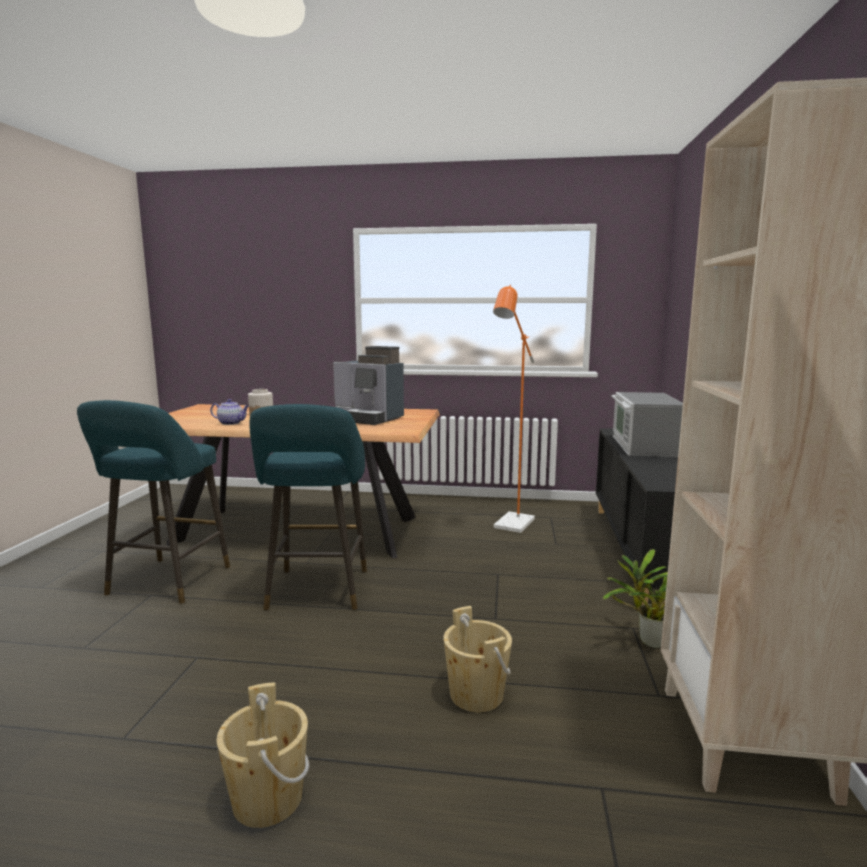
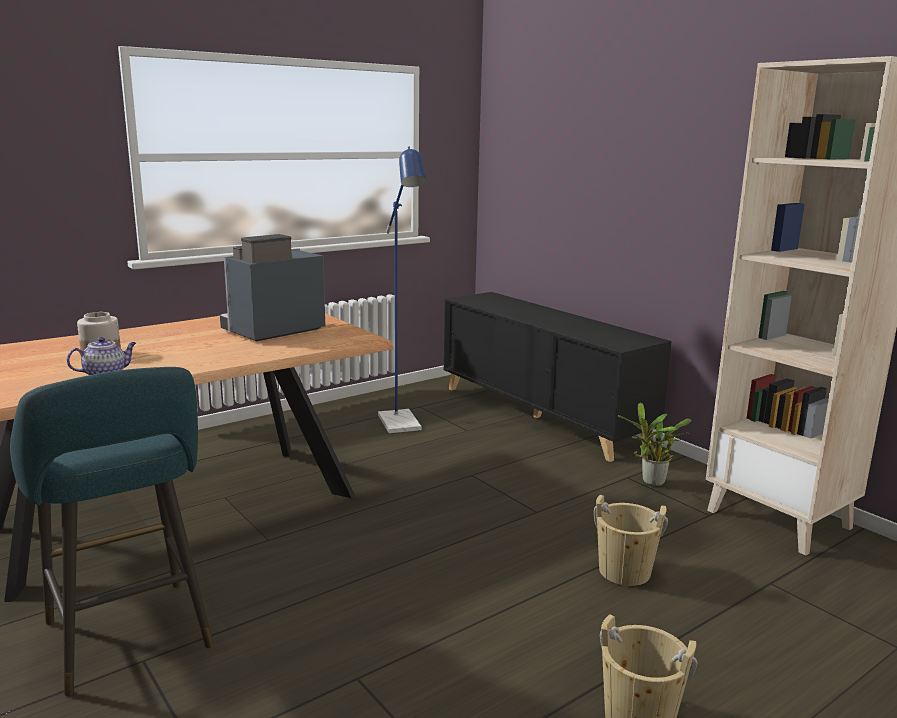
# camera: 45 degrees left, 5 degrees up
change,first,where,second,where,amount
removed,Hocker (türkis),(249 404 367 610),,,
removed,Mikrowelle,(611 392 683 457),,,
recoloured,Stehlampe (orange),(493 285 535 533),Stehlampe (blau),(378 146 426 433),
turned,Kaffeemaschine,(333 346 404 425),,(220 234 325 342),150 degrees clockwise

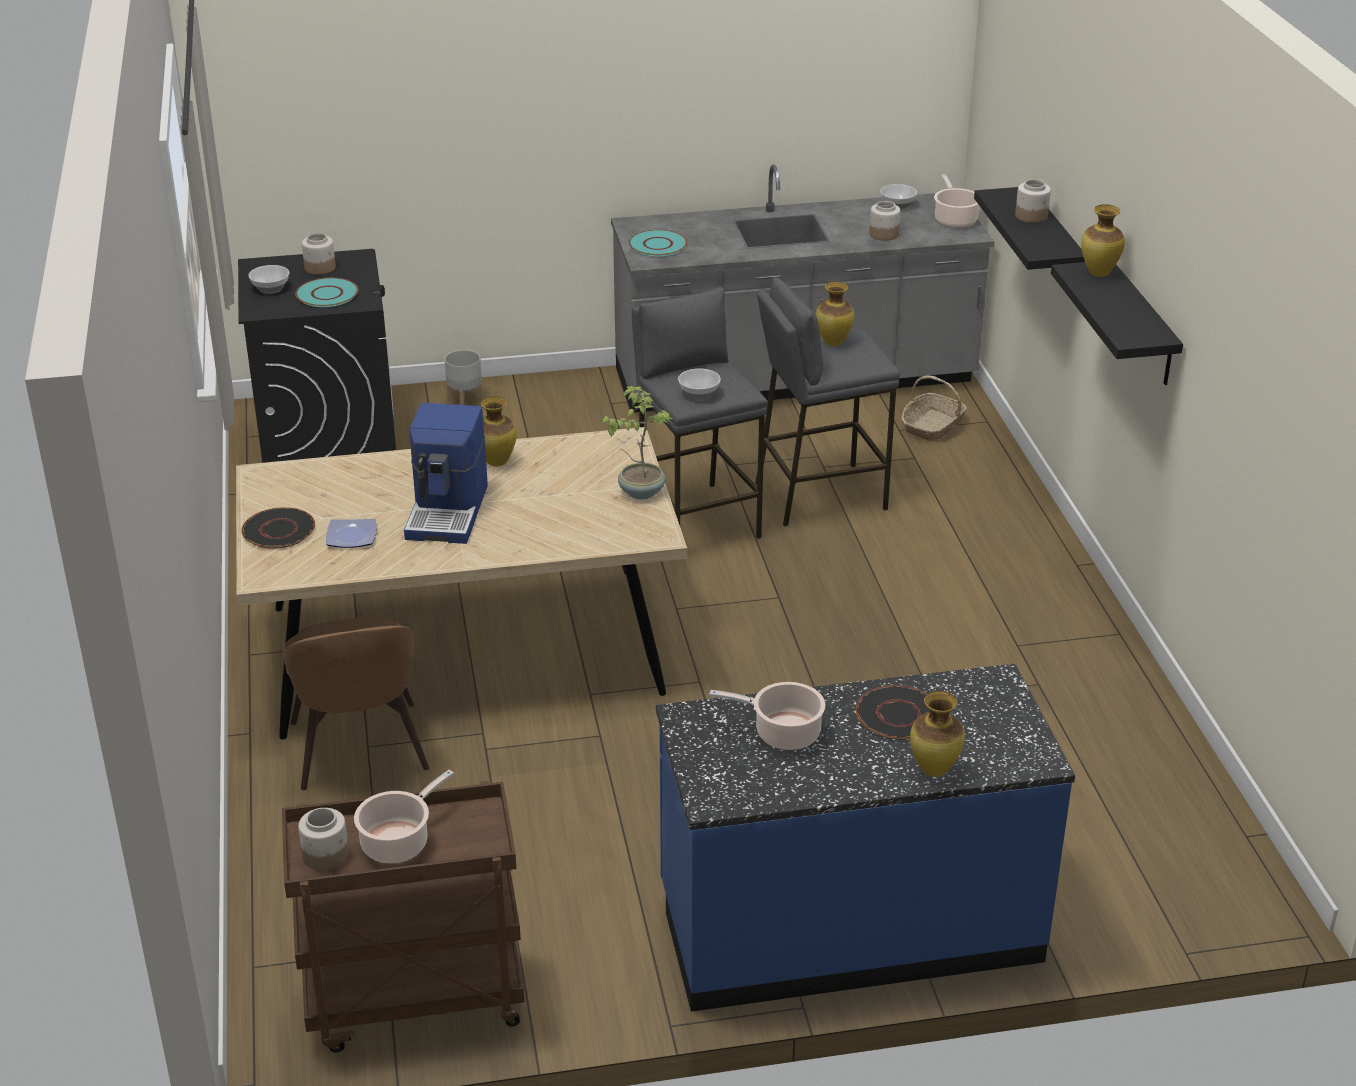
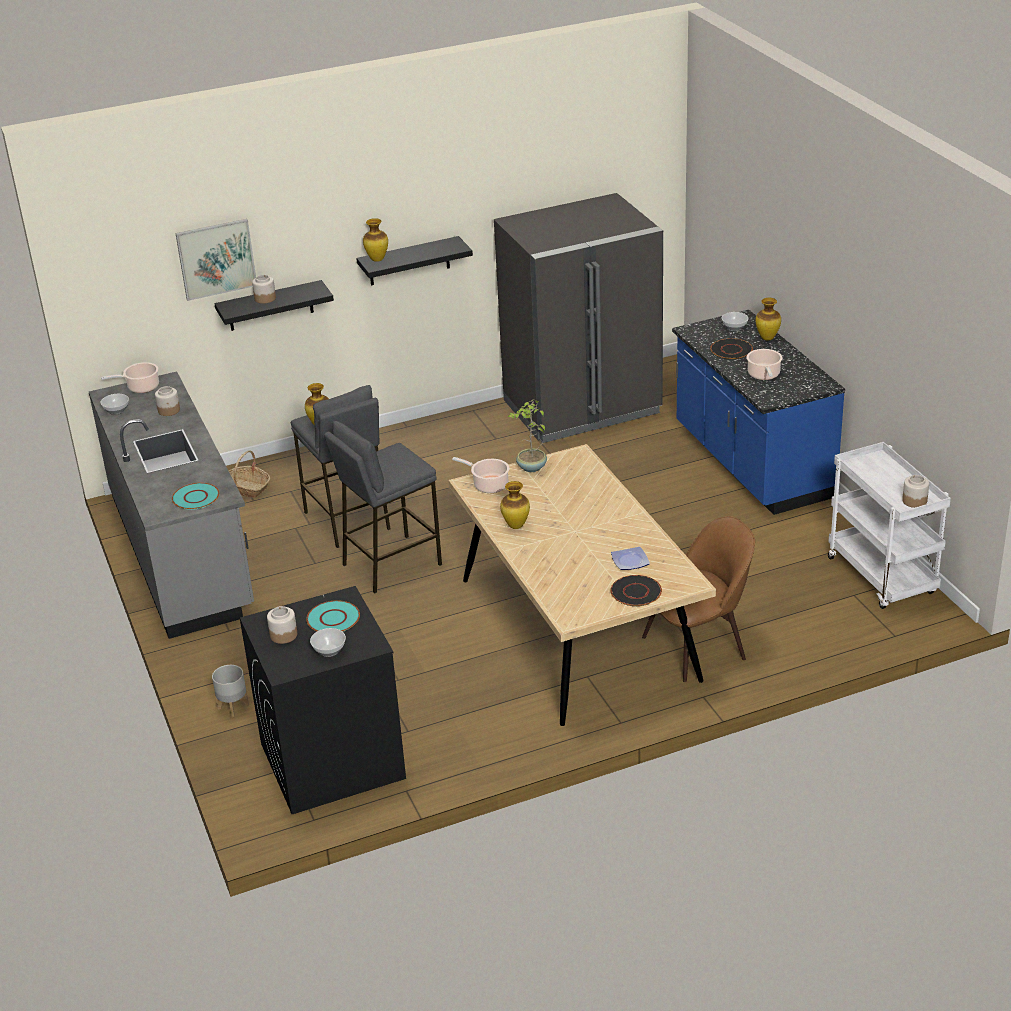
# camera: 100 degrees left, 0 degrees up
change,first,where,second,where,amount
removed,Kaffeemaschine,(404 403 488 544),,,
added,,,Bild,(175 219 256 301),
added,,,Kühlschrank (grau),(494 193 663 443),
moved,Kochtopf,(354 770 454 863),,(452 457 509 493),
moved,Schüssel,(678 368 721 400),,(722 312 748 331),
recoloured,Rollwagen (braun),(282 781 524 1052),Rollwagen (weiß),(828 442 951 609),

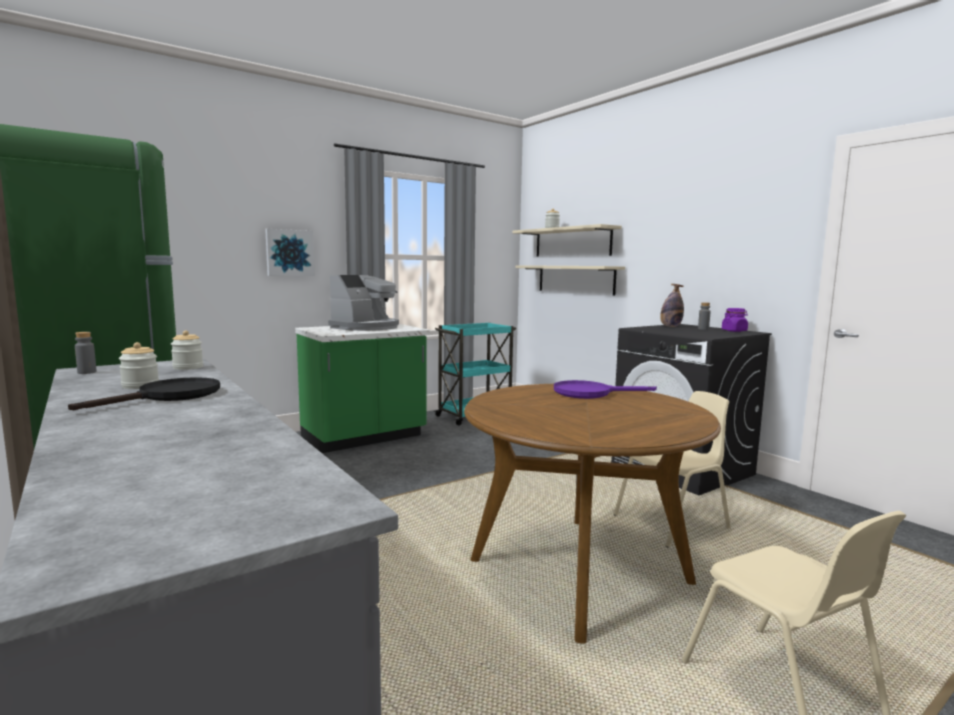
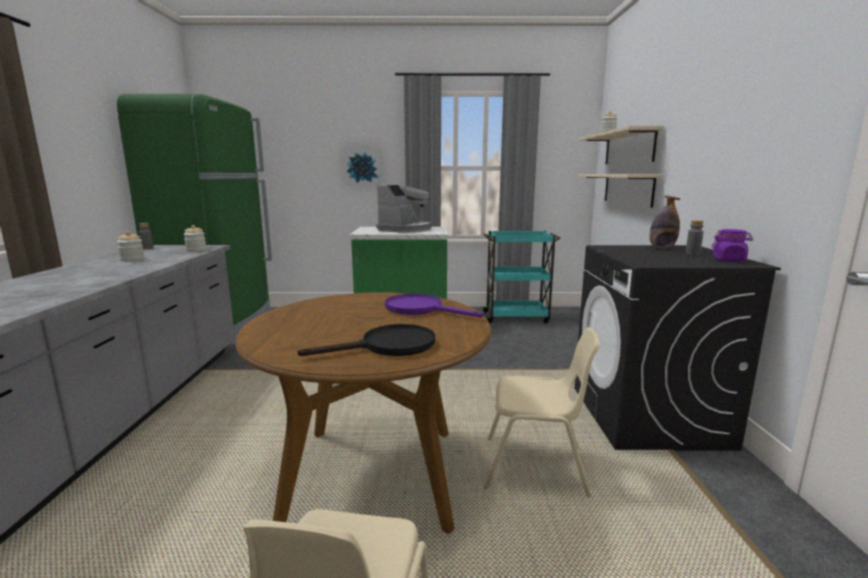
# camera: 35 degrees right, 5 degrees up
change,first,where,second,where,amount
moved,Pfanne (schwarz),(68 377 220 410),,(298 324 435 356),
turned,Kaffeemaschine,(328 275 399 331),,(376 185 432 232),45 degrees counterclockwise

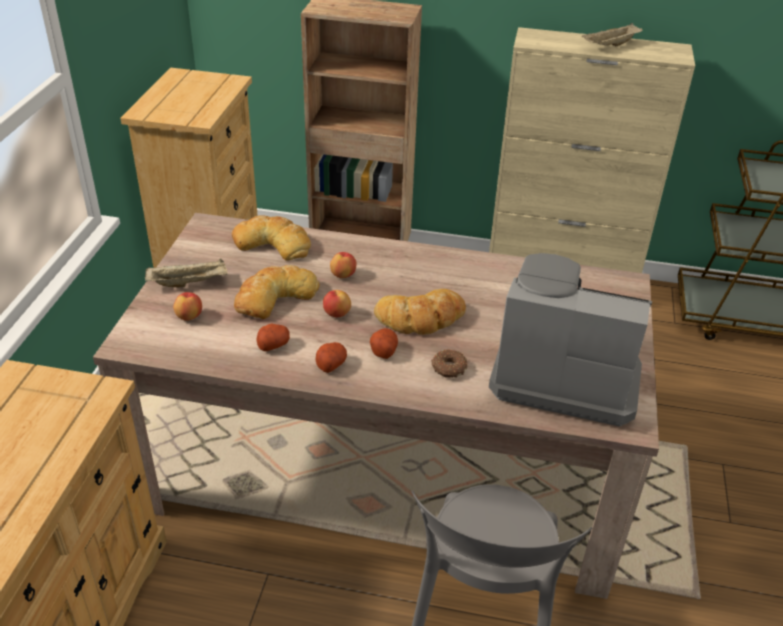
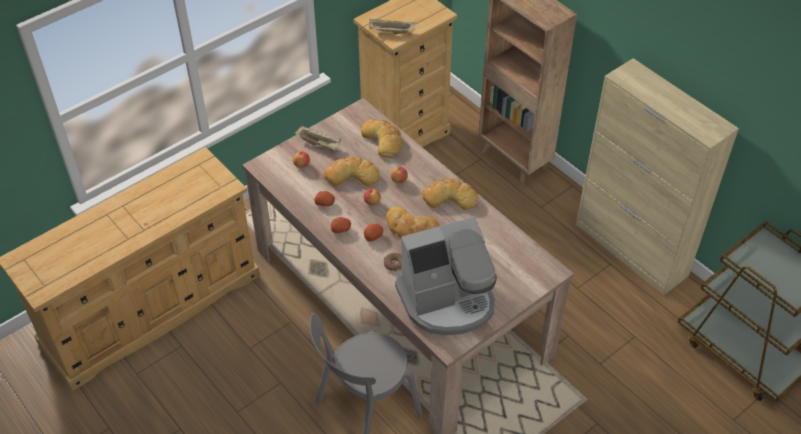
# camera: 40 degrees right, 10 degrees up
change,first,where,second,where,amount
added,,,Brot,(421 179 478 210),
moved,Tablett (beige),(582 23 643 46),,(369 19 415 34),
turned,Kaffeemaschine,(489 253 652 427),,(395 217 497 336),105 degrees clockwise

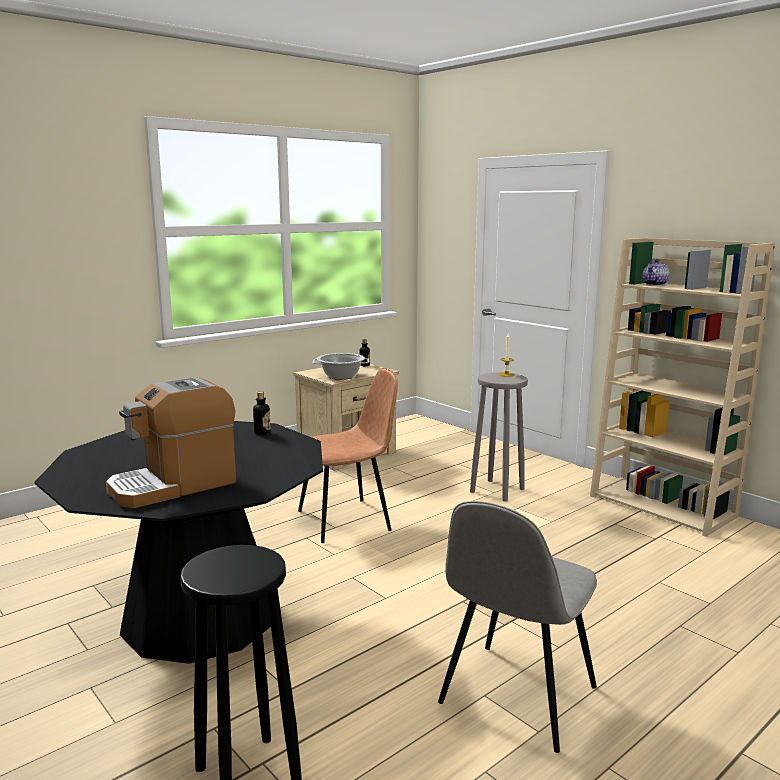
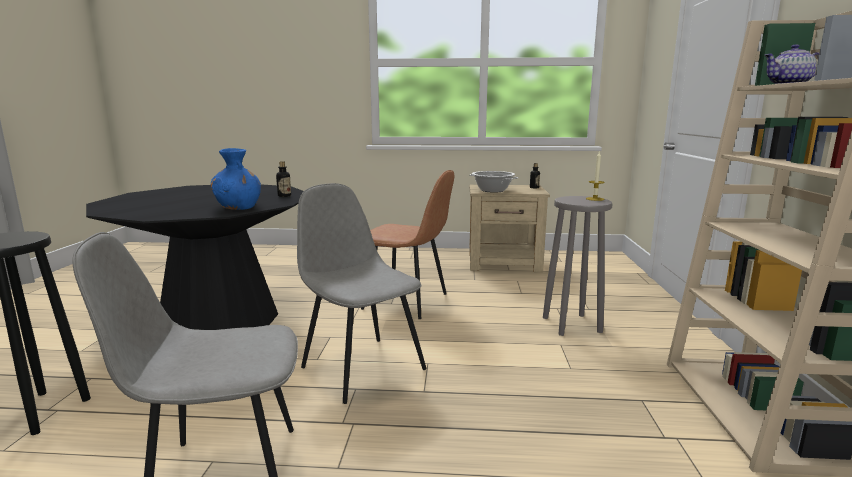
# camera: 45 degrees right, 0 degrees up
change,first,where,second,where,amount
removed,Kaffeemaschine,(106 377 236 508),,,
added,,,Vase (blau),(211 148 261 210),
added,,,Stuhl (grau),(297 183 426 404),

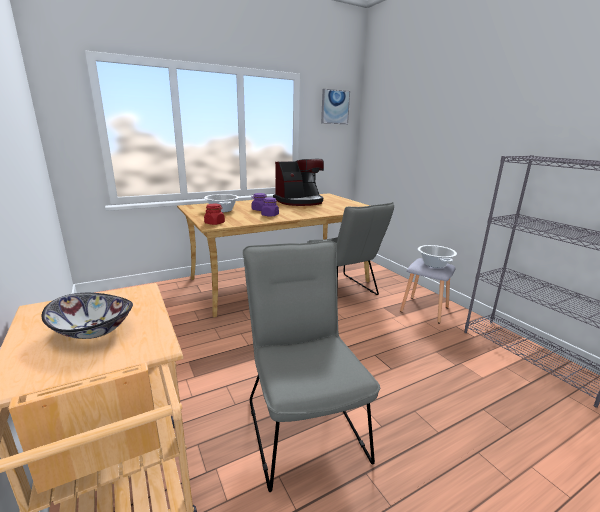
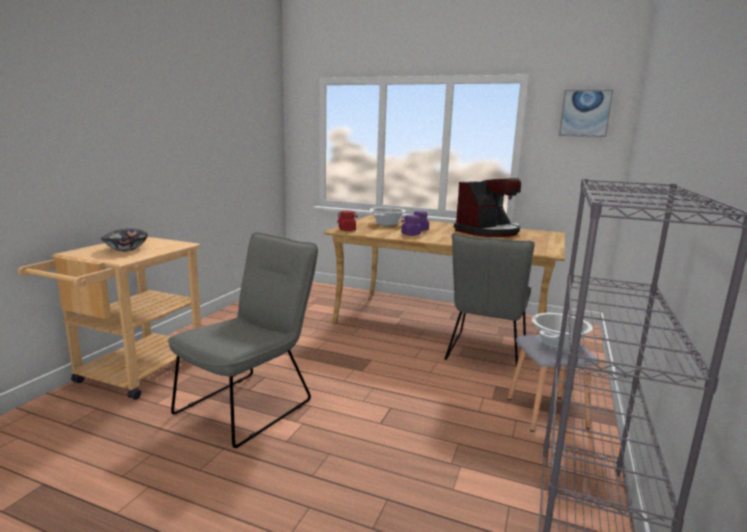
# camera: 50 degrees right, 5 degrees down
change,first,where,second,where,amount
turned,Kaffeemaschine,(273 159 324 206),,(454 178 521 237),60 degrees counterclockwise

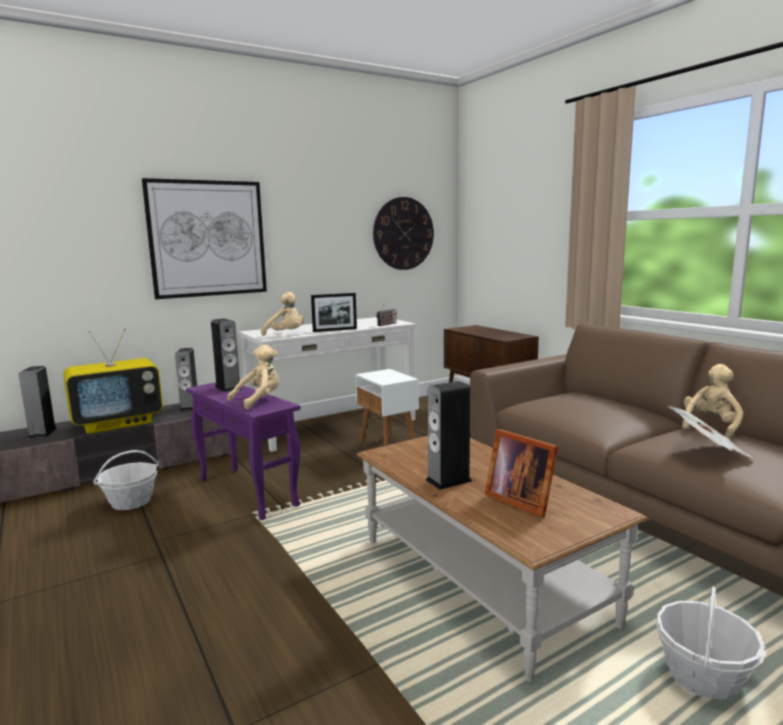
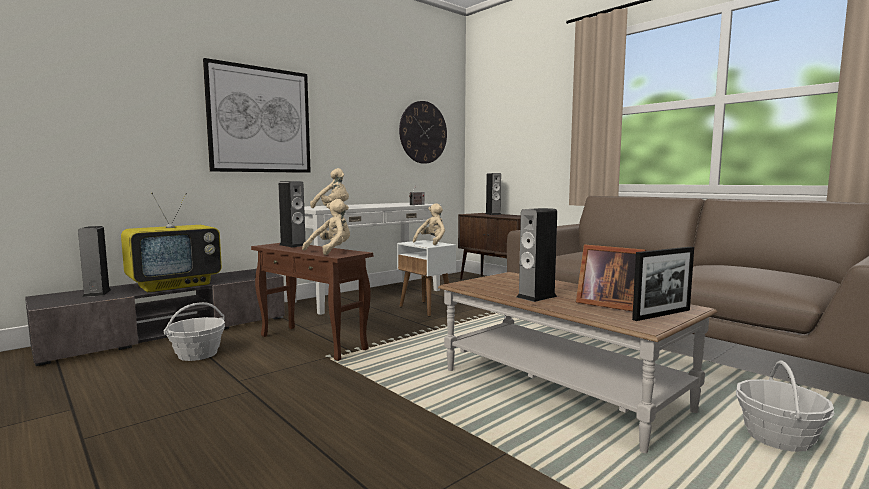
# camera: 10 degrees left, 5 degrees down
change,first,where,second,where,amount
removed,Zeitung,(668 406 751 457),,,
moved,Lautsprecher,(175 348 197 411),,(485 173 501 215),
moved,Bilderrahmen,(311 293 357 332),,(632 247 694 321),
moved,Plüschtier (beige),(682 364 743 438),,(413 203 445 245),
recoloured,Beistelltisch (lila),(186 382 301 520),Beistelltisch (braun),(251 243 373 361),

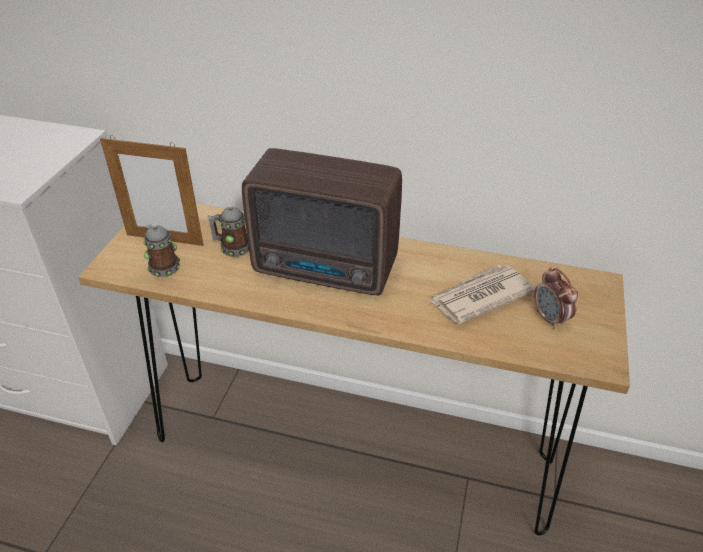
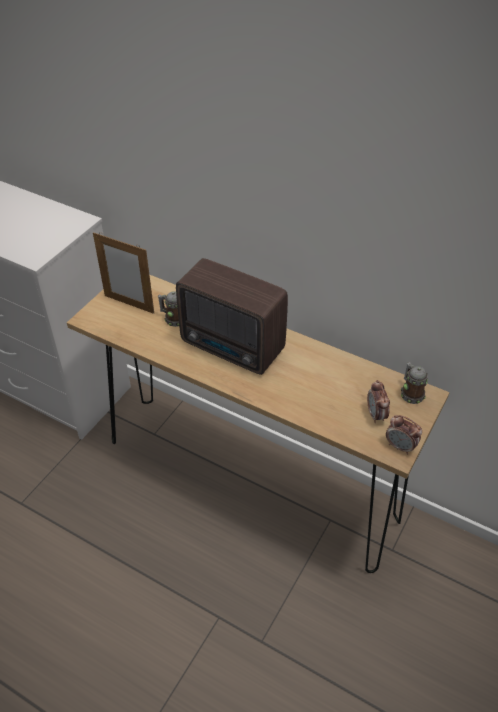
# camera: 15 degrees right, 5 degrees up
change,first,where,second,where,amount
removed,Zeitung,(429 265 536 324),,,
added,,,Wecker,(386 415 422 454),
moved,Henkelbecher,(143 225 180 277),,(401 362 428 404),

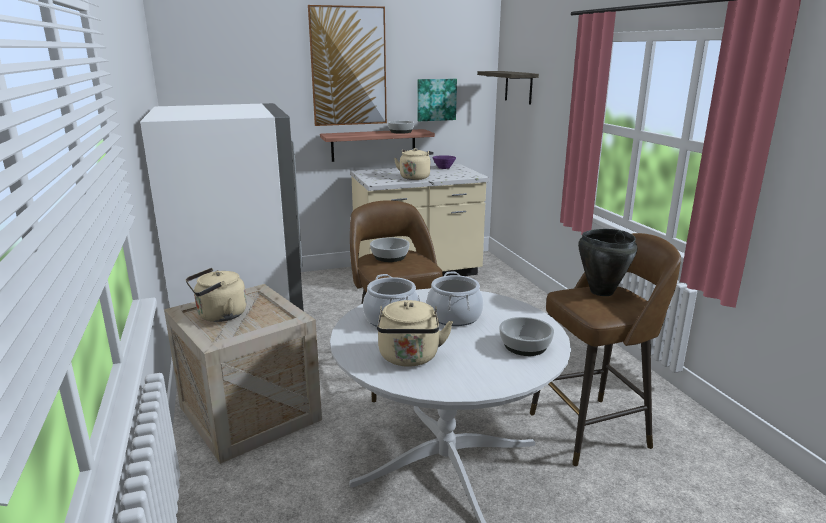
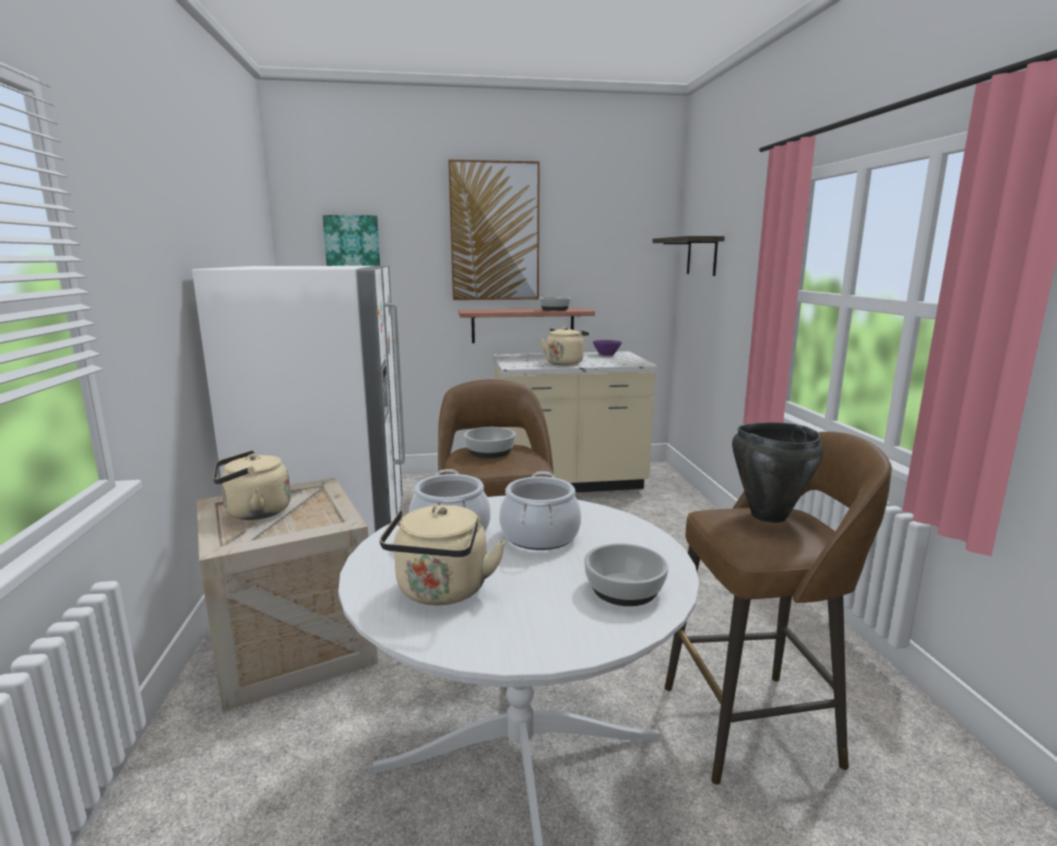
# camera: 10 degrees right, 5 degrees down
change,first,where,second,where,amount
moved,Bild,(418 79 457 121),,(323 215 380 266),

